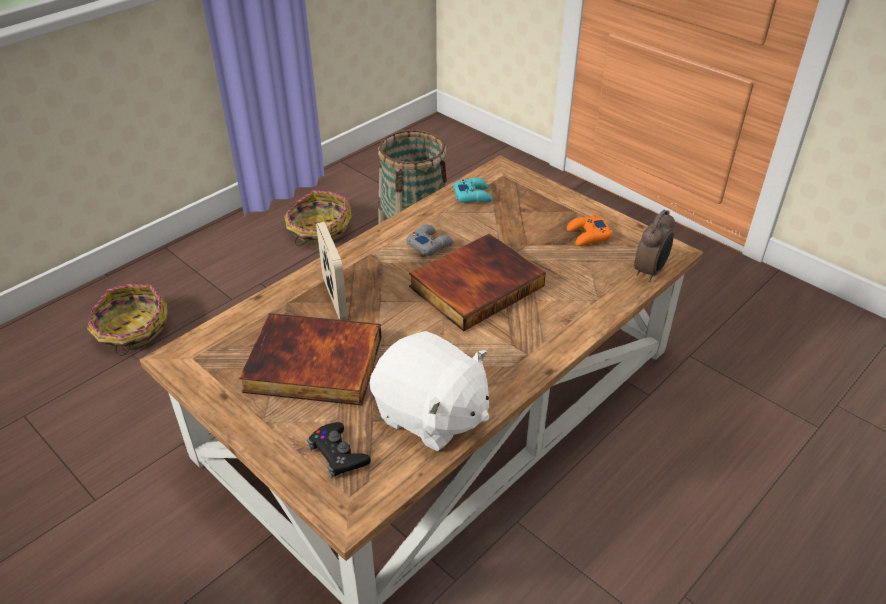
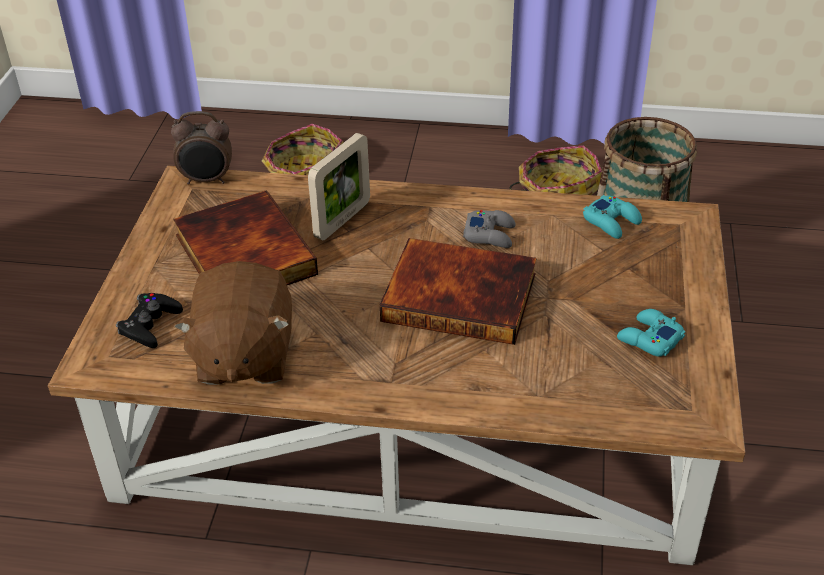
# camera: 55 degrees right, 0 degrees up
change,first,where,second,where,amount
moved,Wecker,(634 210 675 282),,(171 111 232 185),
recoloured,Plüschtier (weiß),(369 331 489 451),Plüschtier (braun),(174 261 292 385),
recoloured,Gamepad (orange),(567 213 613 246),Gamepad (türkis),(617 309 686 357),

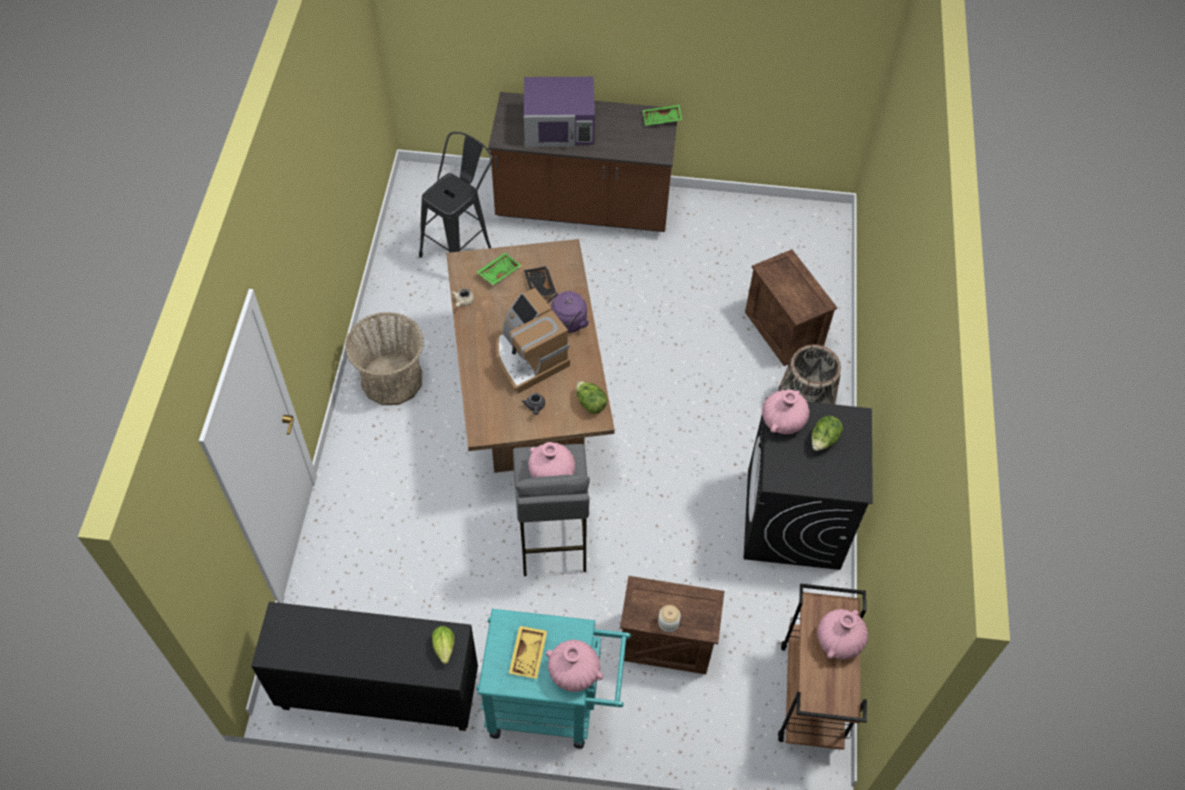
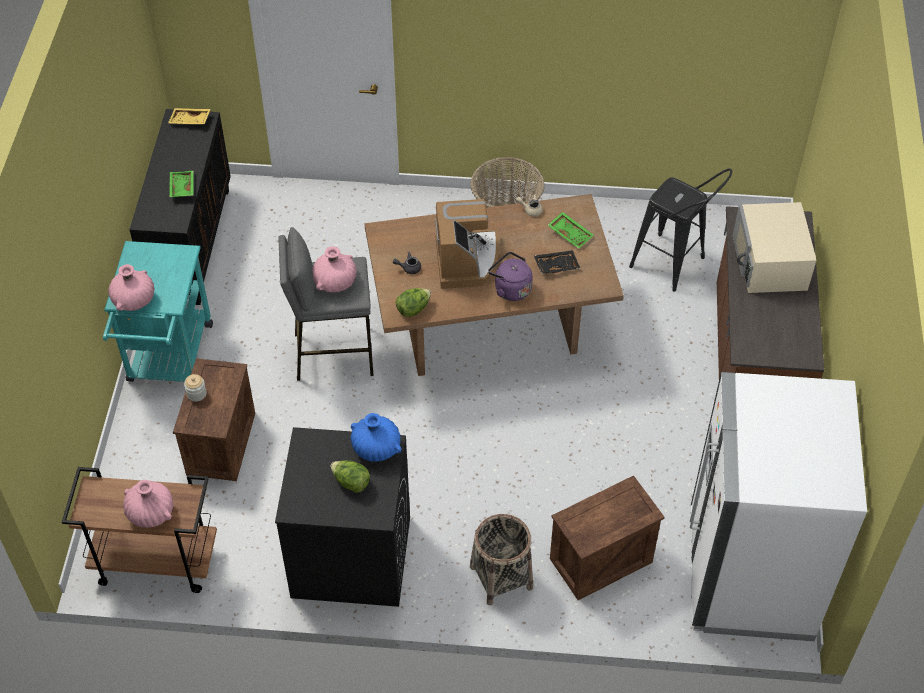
# camera: 90 degrees right, 5 degrees down
change,first,where,second,where,amount
removed,Salatkopf,(432 626 454 664),,,
added,,,Kühlschrank (weiß),(690 372 867 641),
moved,Tablett (gelb),(509 626 547 679),,(168 108 211 124),
moved,Tablett (grün),(642 104 683 126),,(169 171 194 197),
recoloured,Mikrowelle (lila),(524 77 595 147),Mikrowelle (beige),(733 202 816 293),
recoloured,Vase (rosa),(762 389 810 434),Vase (blau),(351 413 402 462),
turned,Kaffeemaschine,(496 288 570 394),,(435 199 499 289),120 degrees clockwise

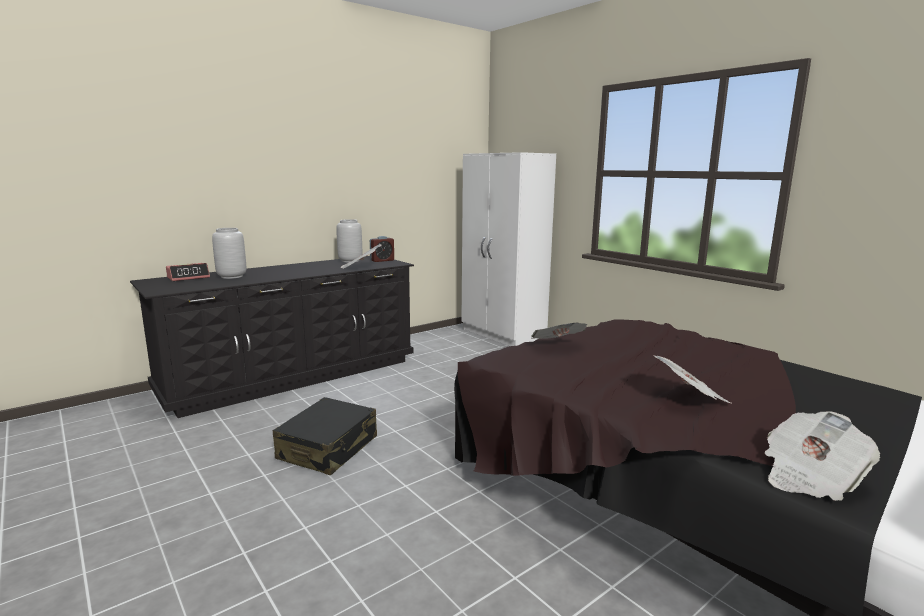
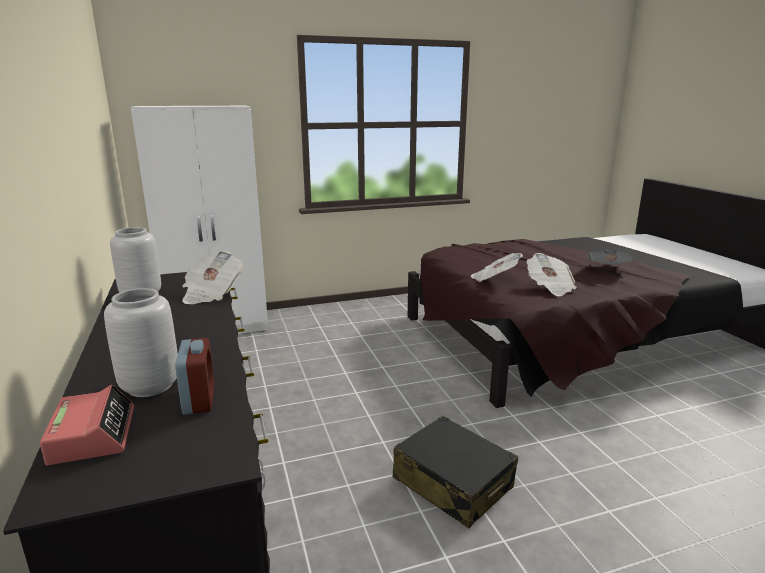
# camera: 70 degrees left, 5 degrees up
change,first,where,second,where,amount
moved,Wecker,(370 236 394 262),,(175 338 214 415),
moved,Zeitung,(765 411 880 501),,(527 253 577 296),

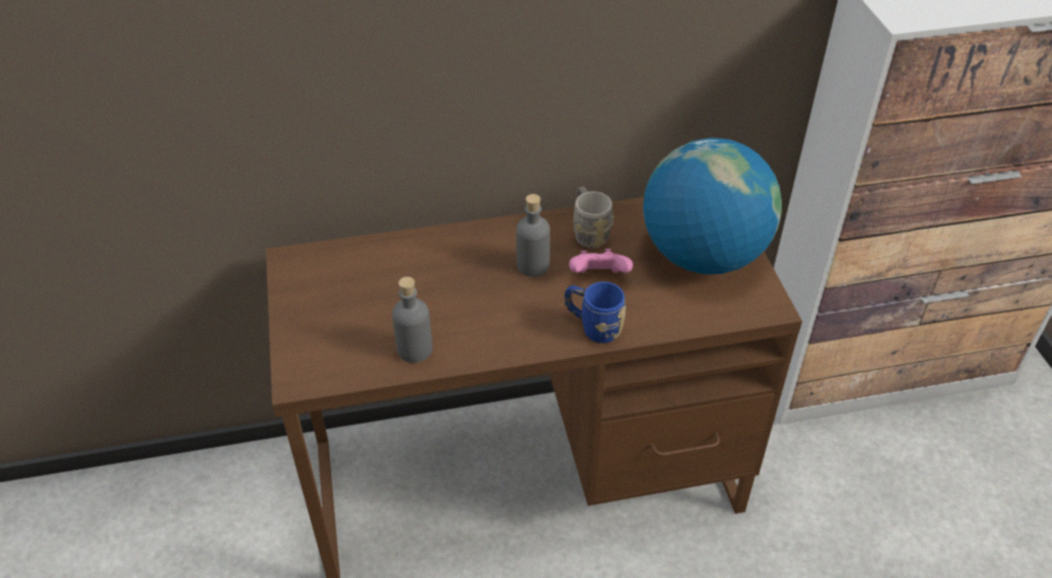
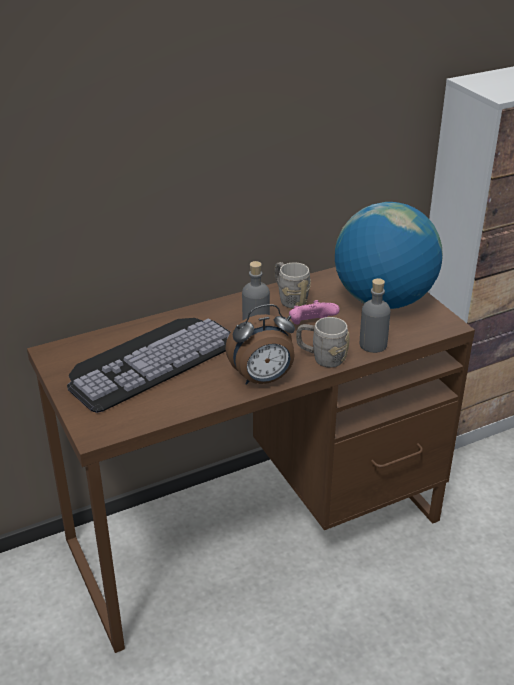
# camera: 15 degrees left, 10 degrees down
change,first,where,second,where,amount
added,,,Tastatur,(67 318 231 413),
added,,,Wecker,(225 304 295 385),
moved,Flasche (grau),(392 277 433 363),,(360 278 391 353),
recoloured,Henkelbecher (blau),(564 282 626 343),Henkelbecher (grau),(296 317 349 368),

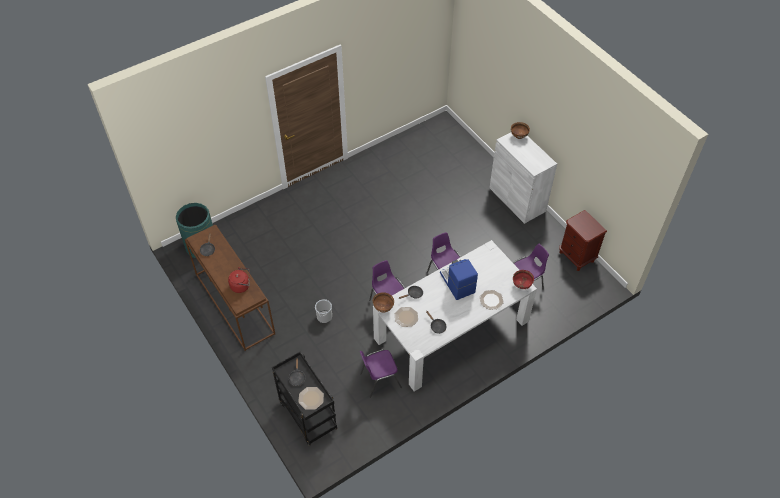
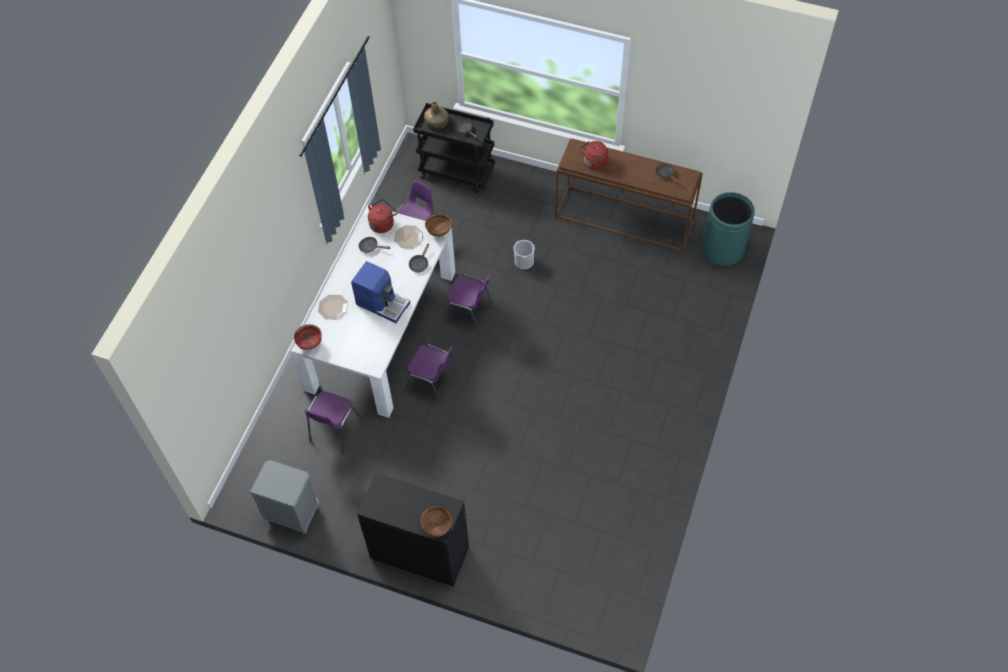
# camera: 145 degrees right, 5 degrees up
change,first,where,second,where,amount
added,,,Wasserkessel (rot),(368 199 397 233),
replaced,Teller,(298 387 324 410),Flasche (grün),(424 101 449 129),
recoloured,Schrank (weiß),(489 132 557 224),Schrank (schwarz),(357 473 469 587),
recoloured,Nachttisch (braun),(559 210 607 271),Nachttisch (grau),(250 460 319 534),

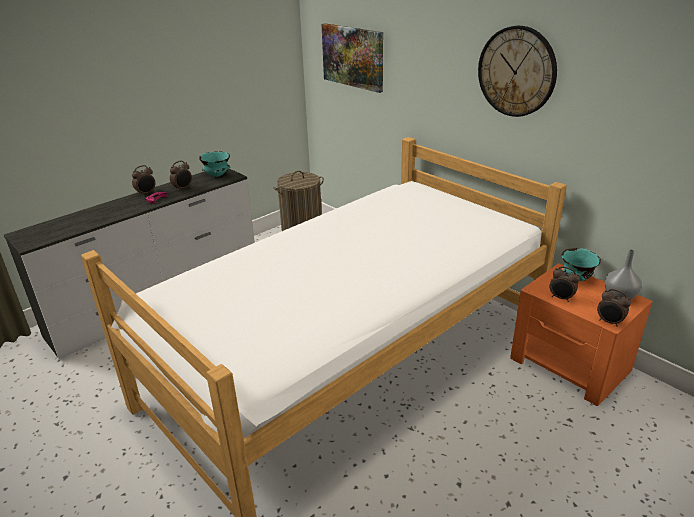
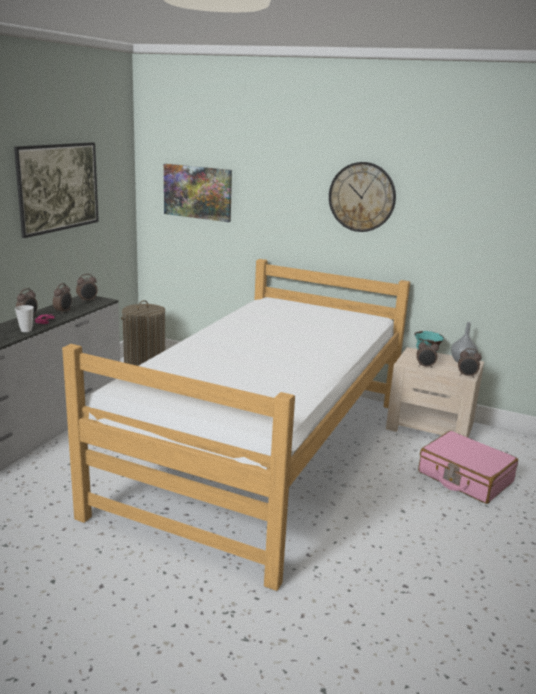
# camera: 25 degrees left, 10 degrees down
change,first,where,second,where,amount
added,,,Bild,(14 142 99 238),
added,,,Tasse,(15 305 34 332),
added,,,Koffer (rosa),(418 431 518 504),
replaced,Schüssel (türkis),(199 151 230 177),Wecker,(76 274 98 302),
recoloured,Nachttisch (orange),(510 263 653 406),Nachttisch (beige),(386 347 484 438),

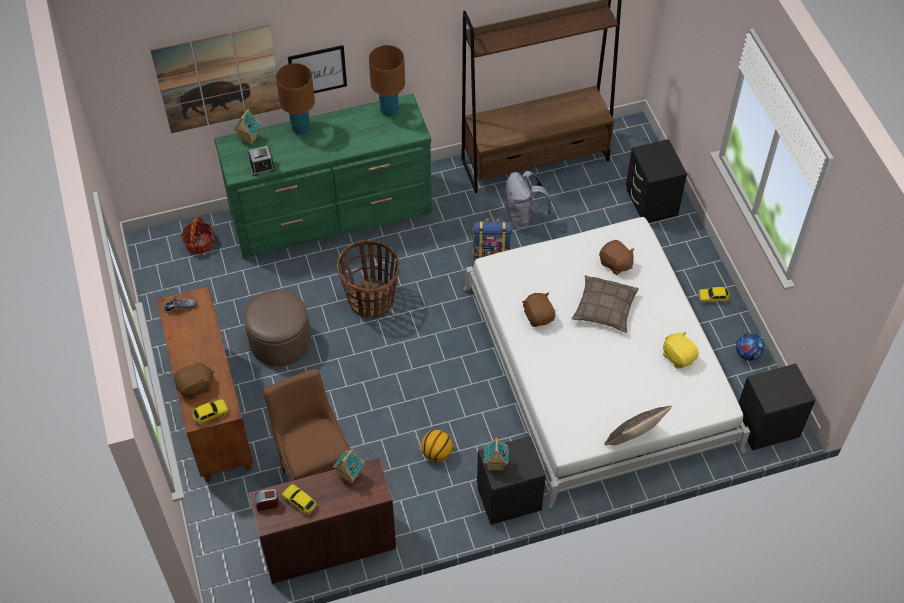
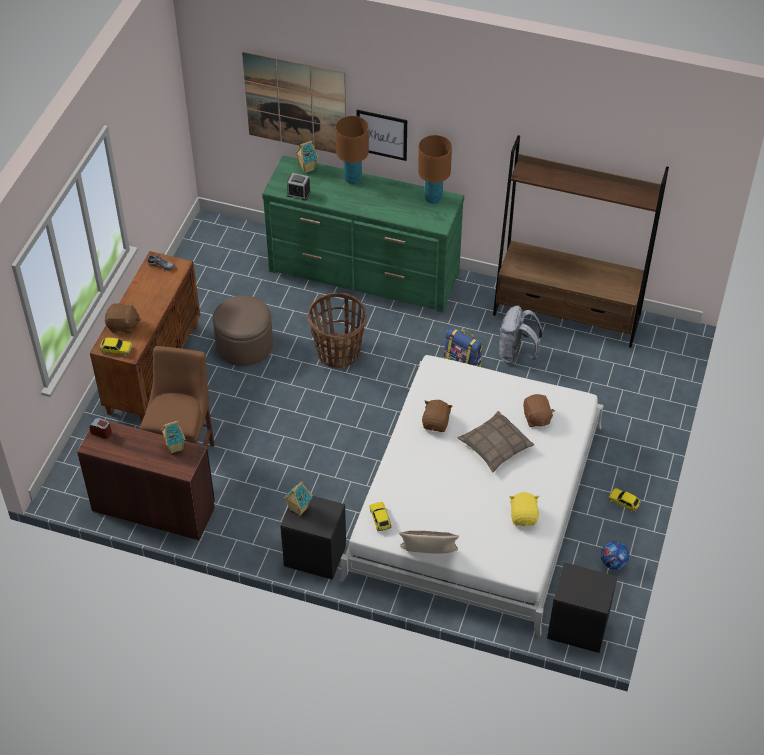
# camera: 35 degrees right, 5 degrees down
change,first,where,second,where,amount
removed,Korb,(181 217 215 255),,,
removed,Basketball,(421 430 453 462),,,
removed,Nachttisch (schwarz),(626 139 687 223),,,
moved,Spielzeugauto,(282 484 318 516),,(369 502 392 531),

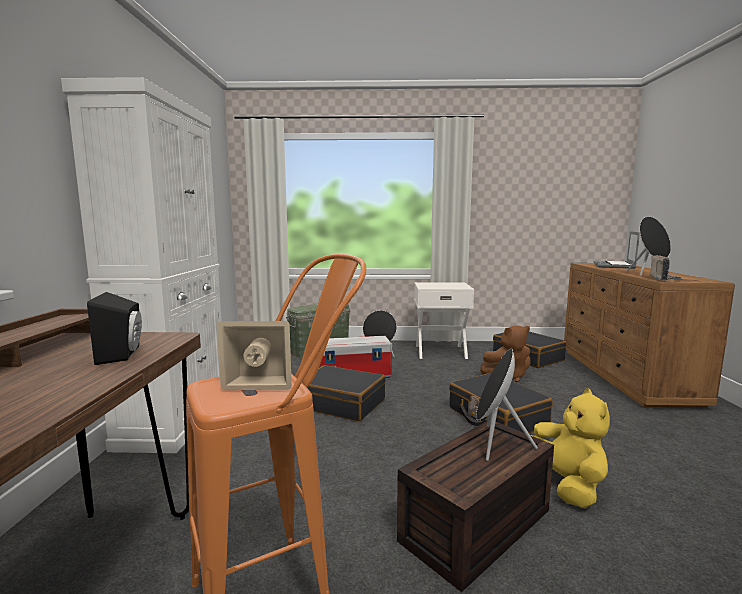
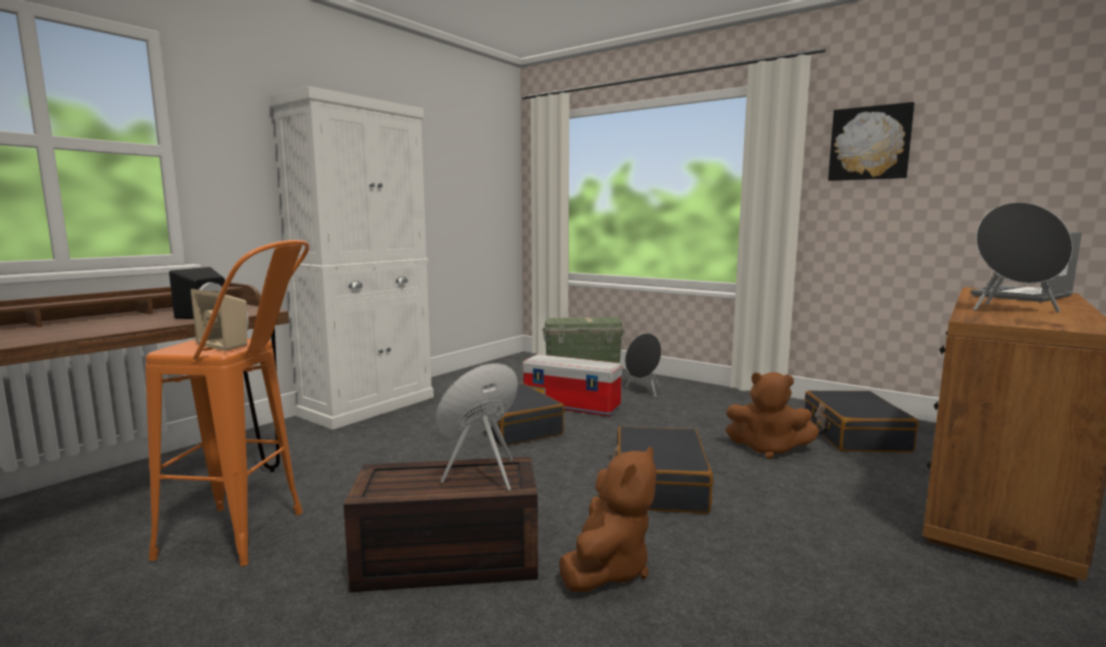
# camera: 35 degrees right, 0 degrees up
change,first,where,second,where,amount
removed,Nachttisch (weiß),(414 282 474 359),,,
removed,Radio,(651 255 683 280),,,
added,,,Bild,(828 102 915 181),
recoloured,Plüschtier (gelb),(531 388 610 509),Plüschtier (braun),(559 447 657 592),

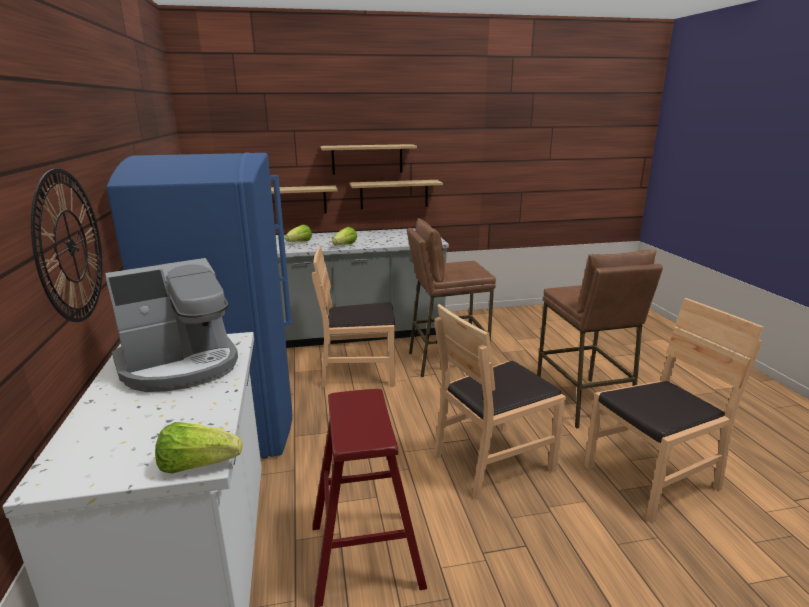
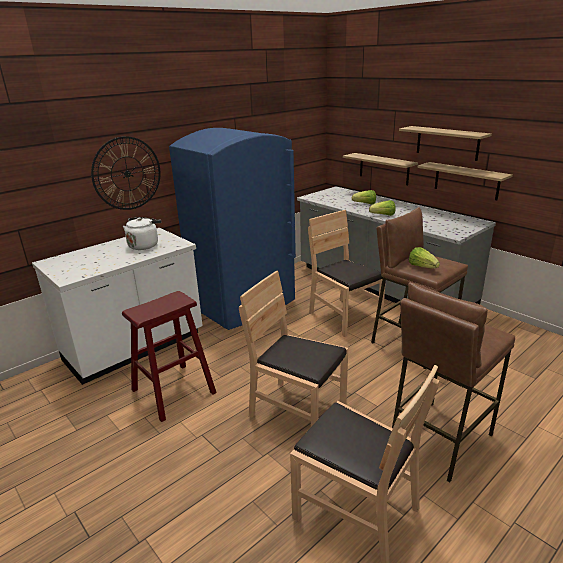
# camera: 60 degrees right, 5 degrees up
change,first,where,second,where,amount
moved,Salatkopf,(155 422 242 474),,(409 247 440 269),
replaced,Kaffeemaschine,(105 258 238 392),Wasserkessel (weiß),(123 217 161 250),

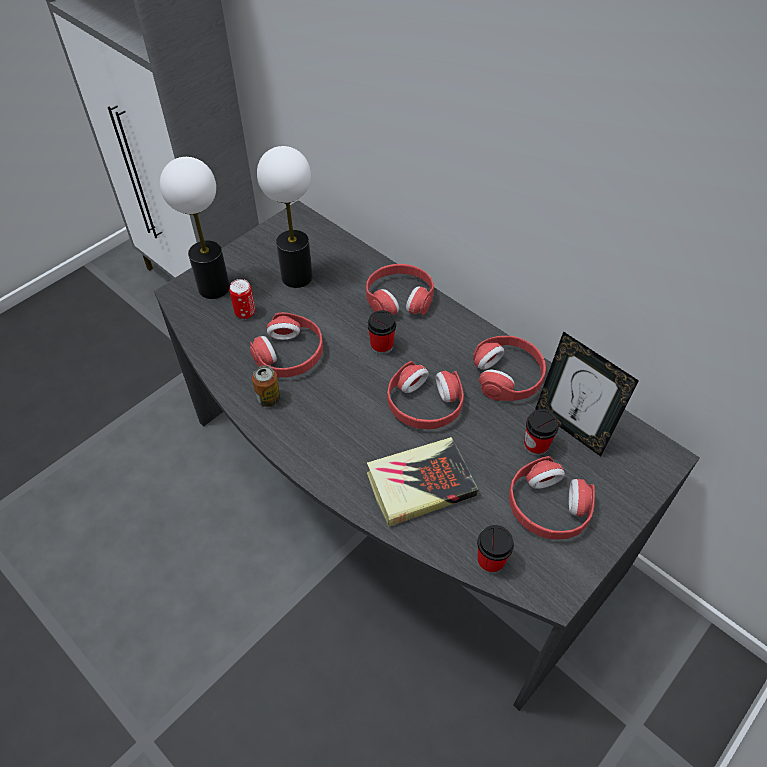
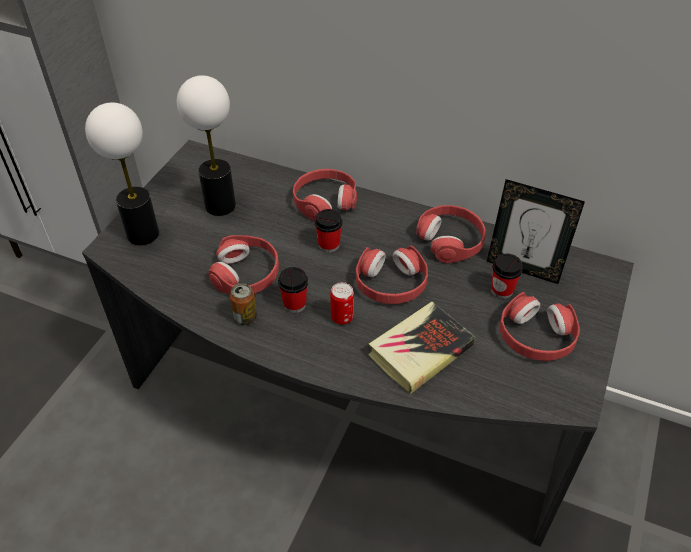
# camera: 20 degrees left, 5 degrees down
change,first,where,second,where,amount
moved,Dose,(229 279 255 319),,(330 282 354 325),
moved,Tasse,(477 525 514 574),,(278 267 308 313),

